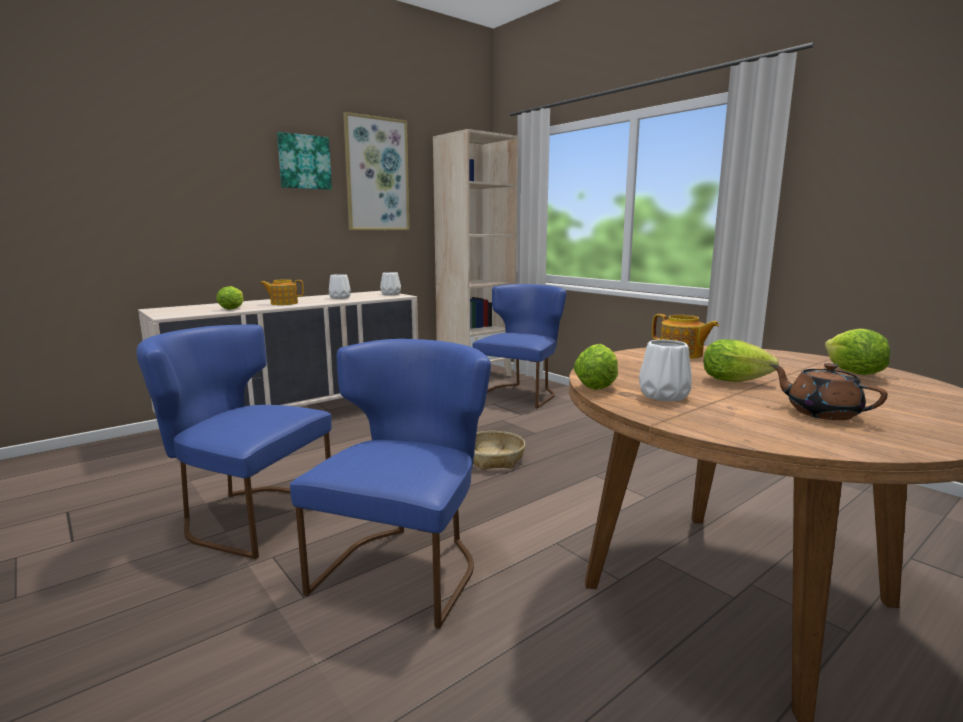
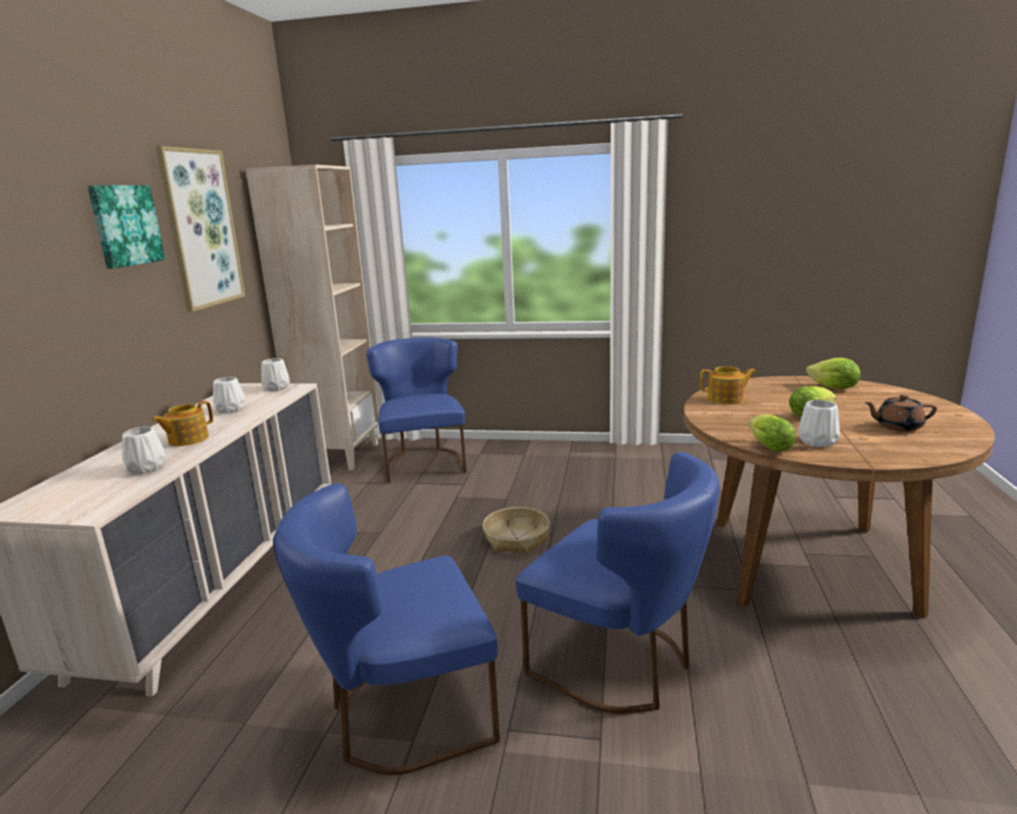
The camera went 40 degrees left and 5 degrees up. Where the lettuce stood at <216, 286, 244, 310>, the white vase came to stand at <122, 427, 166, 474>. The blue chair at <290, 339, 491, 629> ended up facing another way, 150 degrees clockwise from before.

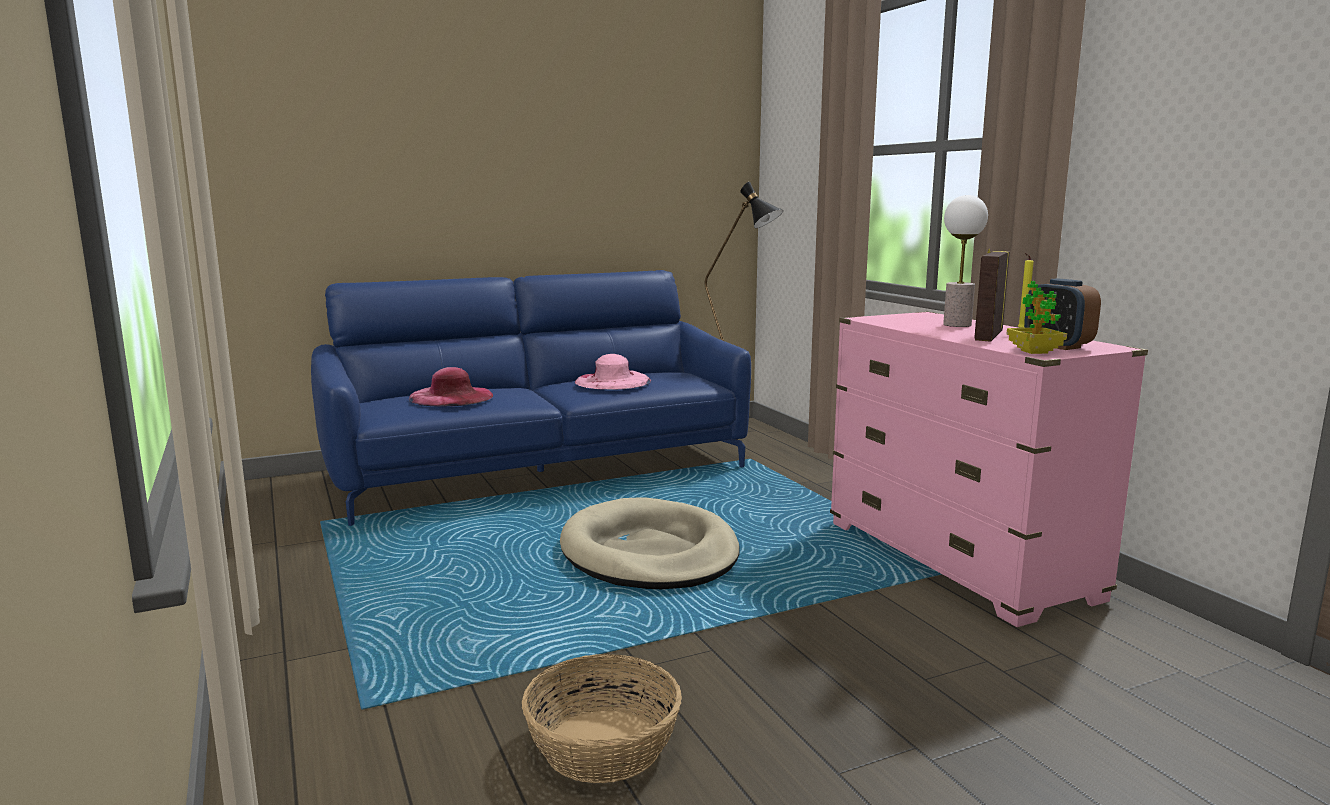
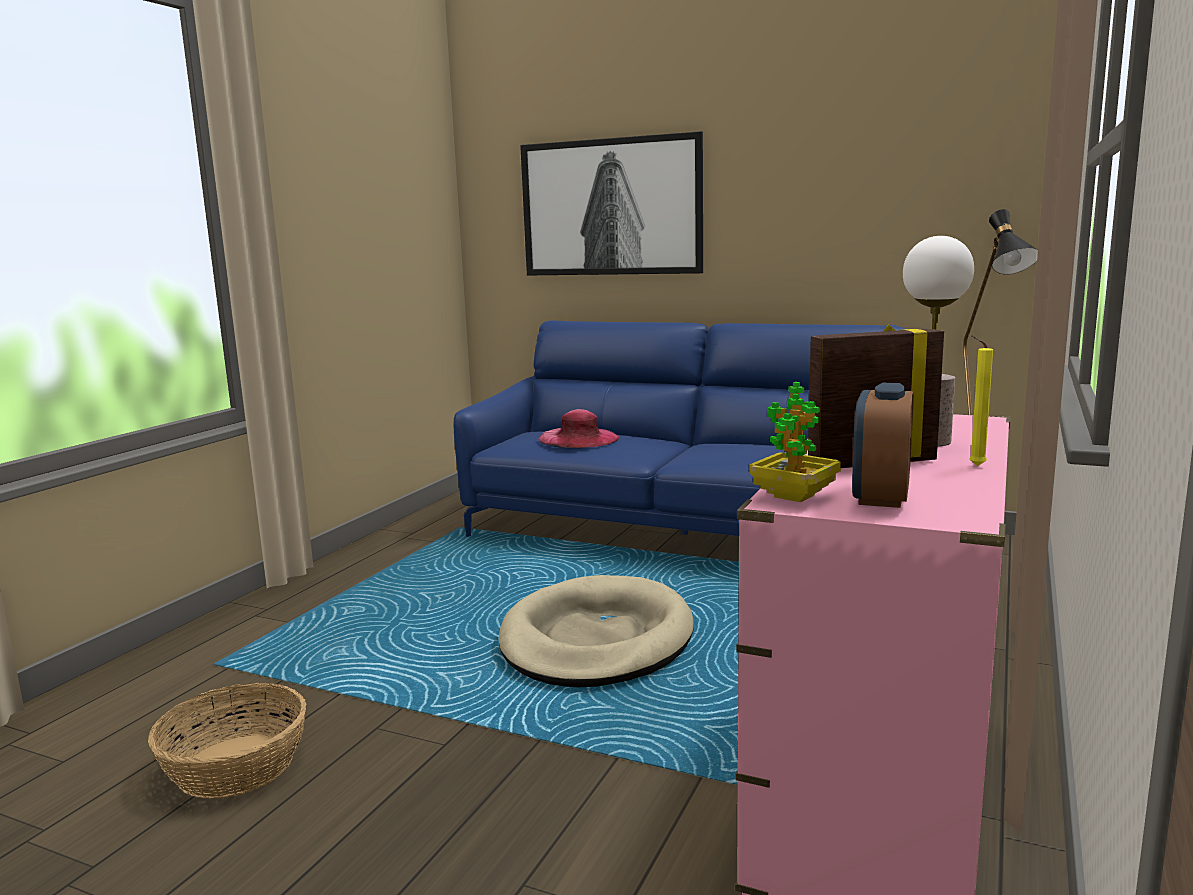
The camera went 50 degrees right and 0 degrees up. The second view gained the picture at <520, 131, 703, 275>. The second view lost the pink hat at <575, 354, 651, 390>.

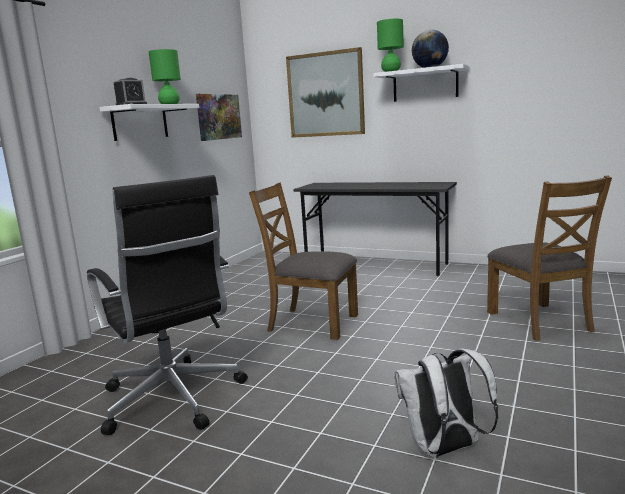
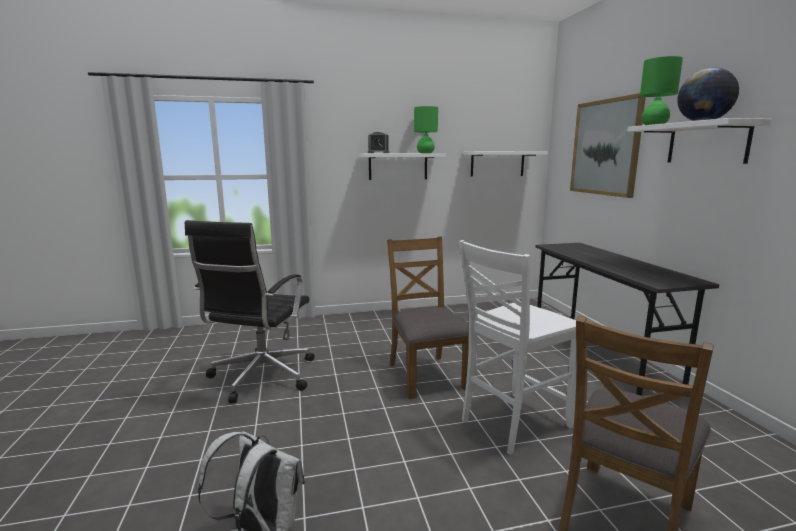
The camera went 50 degrees right and 0 degrees up. The second view gained the white chair at <459, 240, 576, 455>. Where the picture hung at <196, 94, 242, 141>, the white shelf came to hang at <463, 151, 548, 176>.

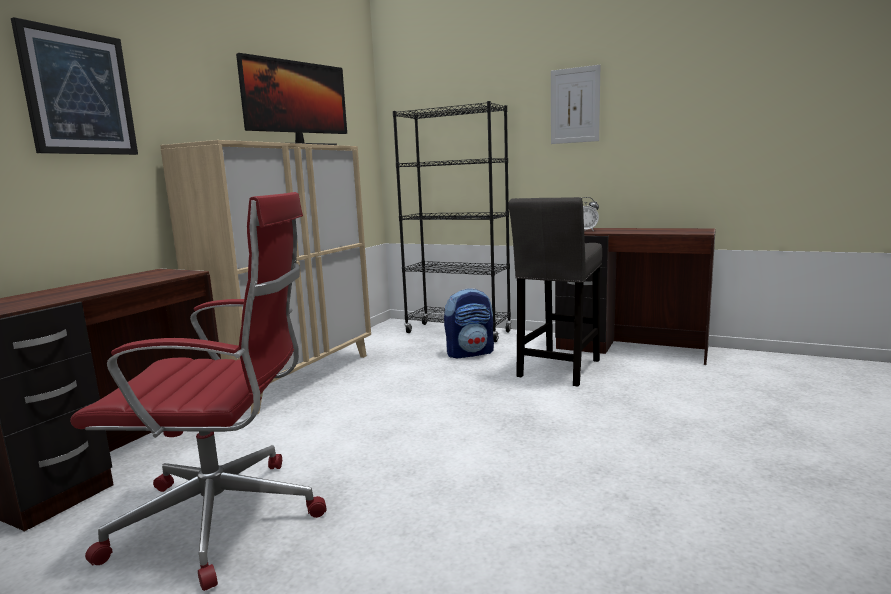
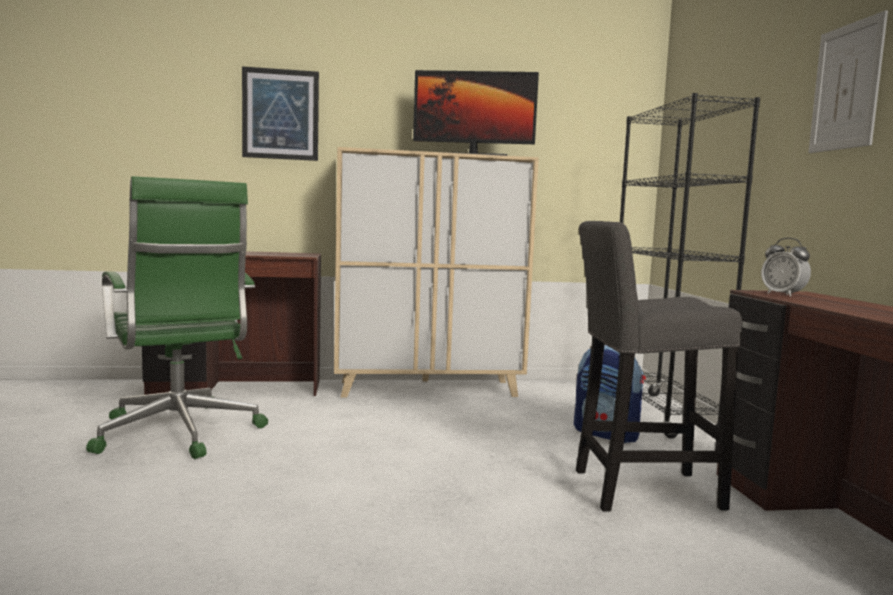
The camera went 55 degrees right and 5 degrees down. What was the red office chair at <70, 192, 327, 591> turned into the green office chair at <86, 176, 268, 459>.

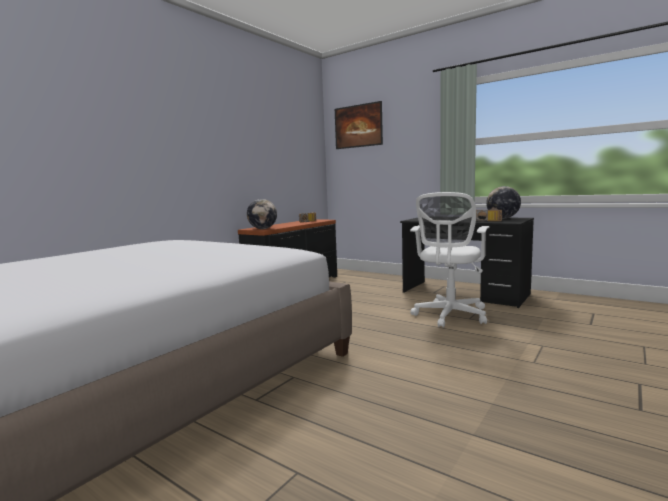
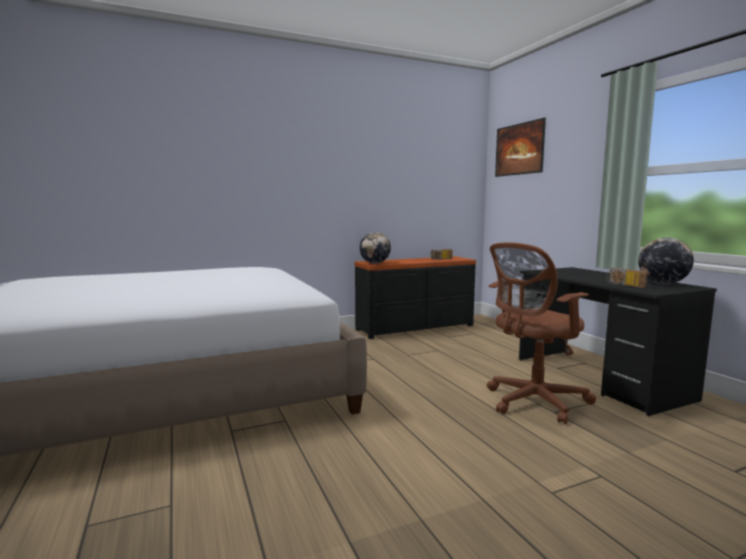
The camera went 30 degrees right and 0 degrees up. What was the white office chair at <410, 192, 489, 328> turned into the brown office chair at <487, 242, 596, 424>.

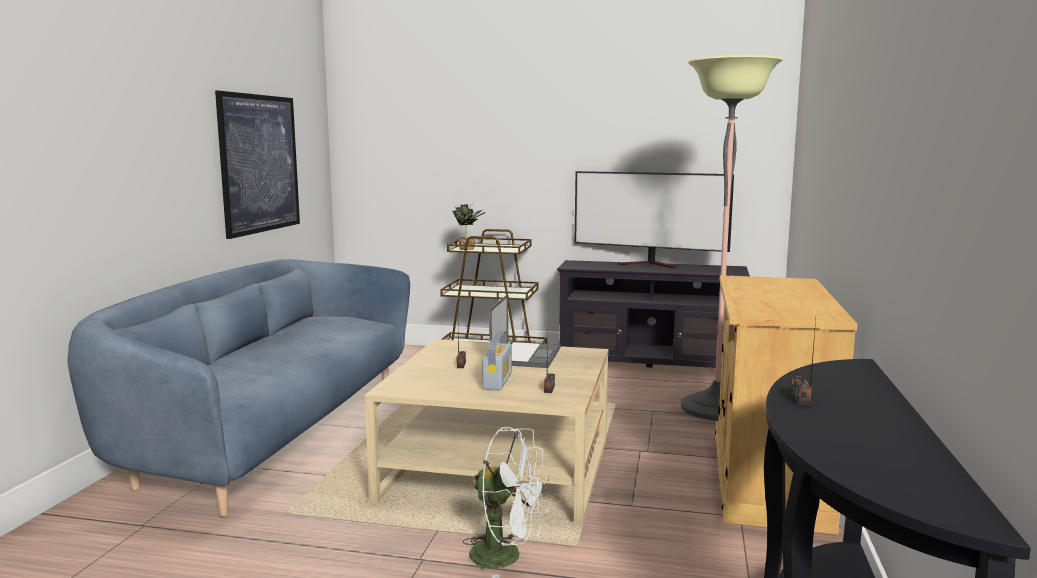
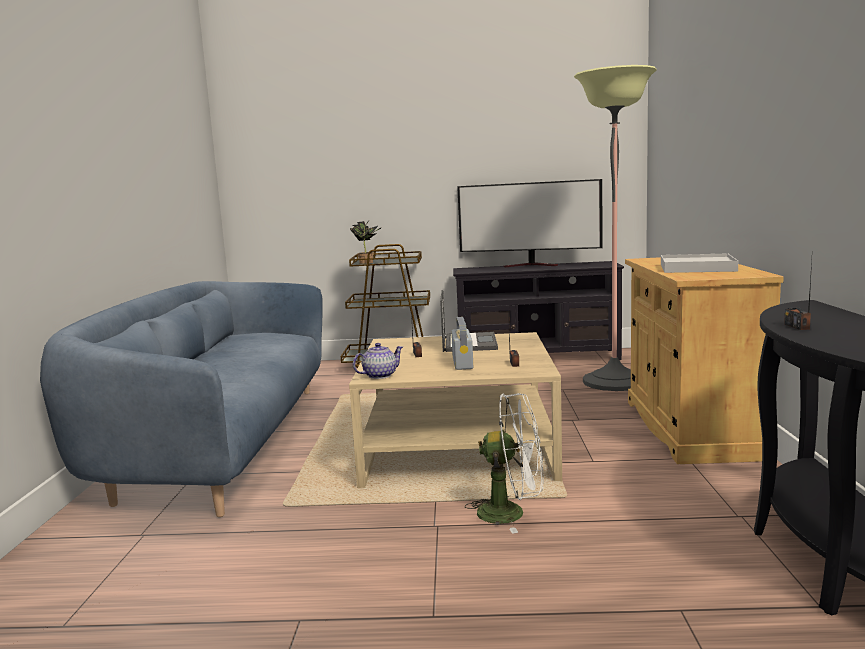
The camera went 10 degrees left and 0 degrees up. The second view gained the teapot at <353, 343, 403, 379>. The second view gained the white tray at <661, 253, 738, 273>. The second view lost the picture at <215, 91, 300, 239>.

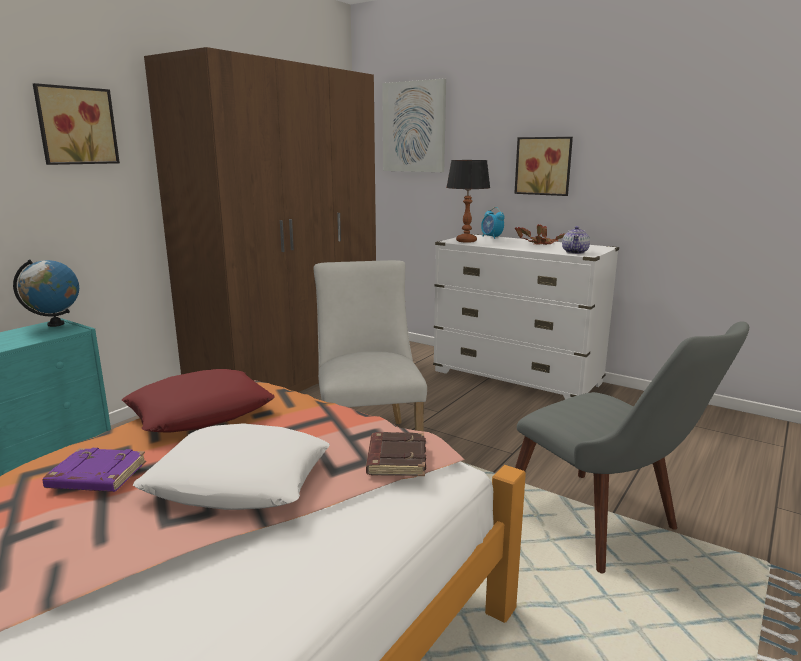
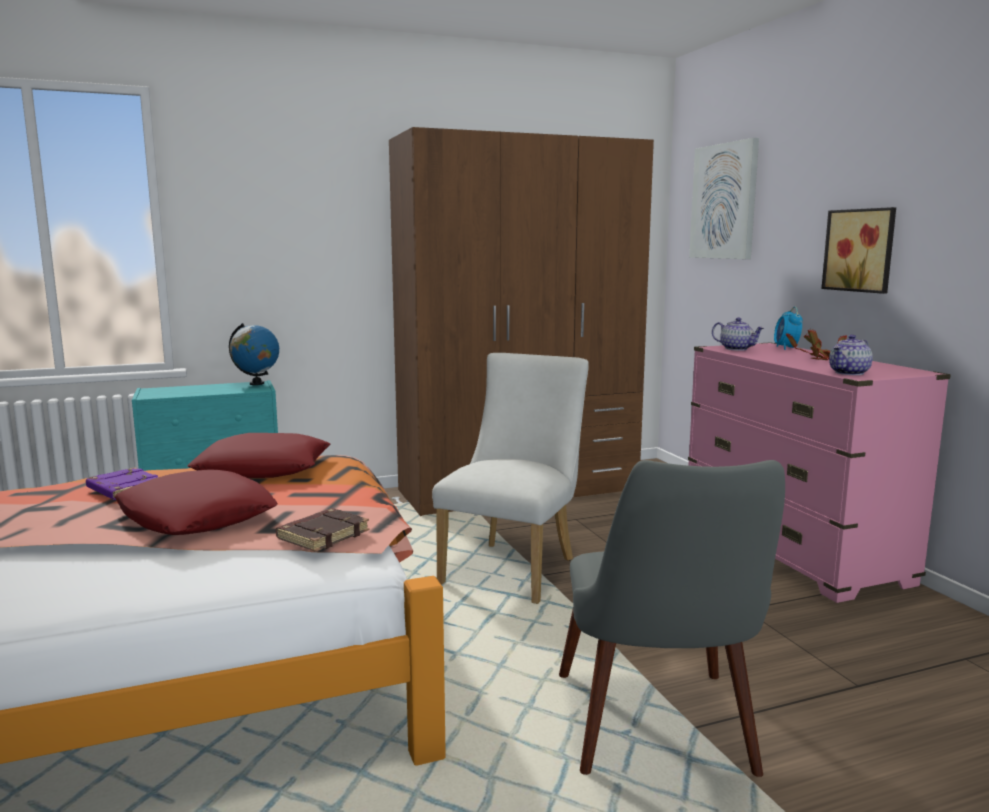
The camera went 35 degrees right and 5 degrees down. What was the white pillow at <133, 423, 330, 510> turned into the red pillow at <114, 469, 278, 535>. What was the white dresser at <433, 234, 619, 399> turned into the pink dresser at <688, 342, 951, 603>. Where the table lamp stood at <446, 160, 490, 243>, the teapot came to stand at <712, 318, 764, 351>. The second view lost the picture at <33, 83, 120, 165>.

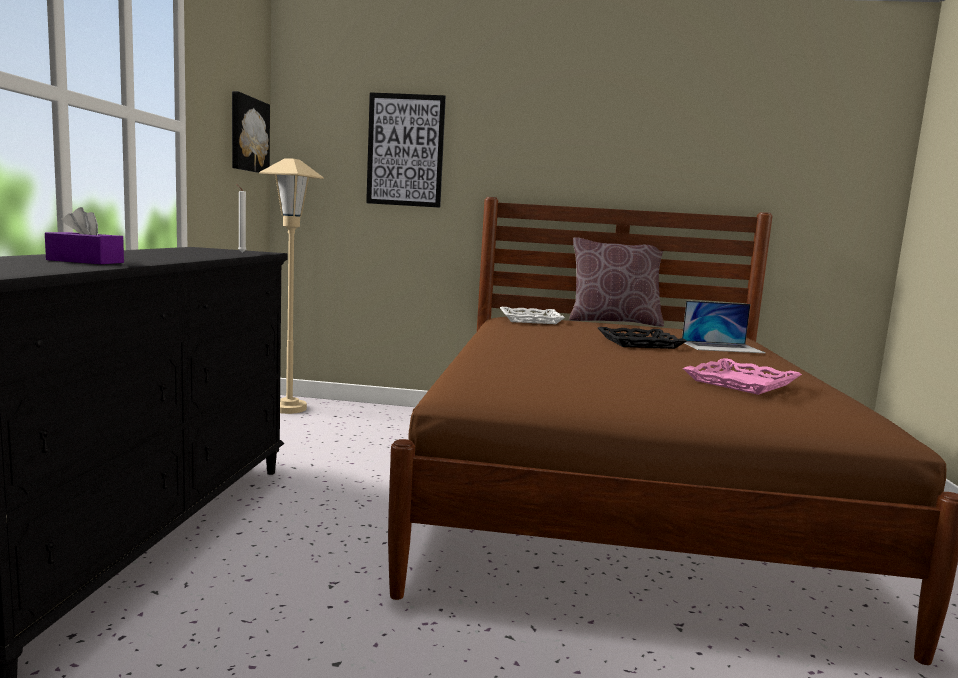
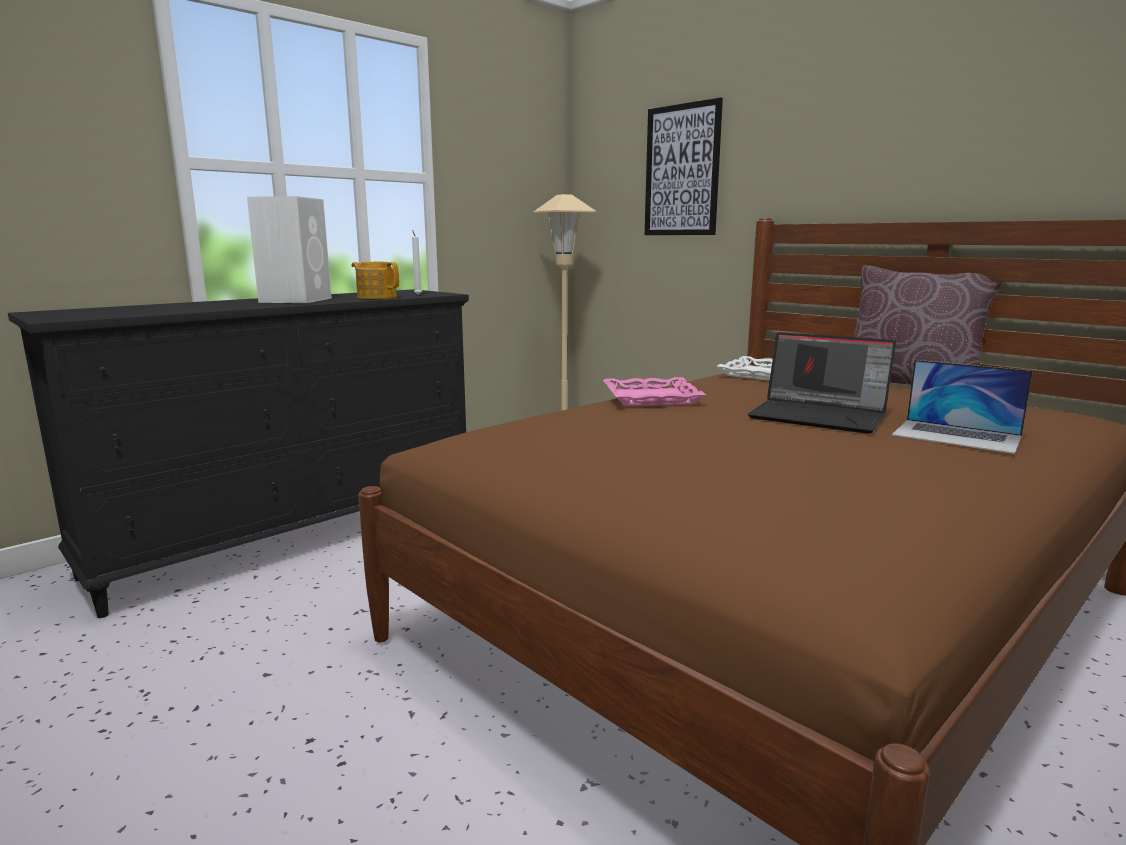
The camera went 40 degrees right and 5 degrees up. The second view gained the white speaker at <247, 196, 332, 303>. The second view gained the teapot at <351, 262, 399, 299>. The pink tray ended up elsewhere, having gone from <683, 358, 802, 395> to <603, 377, 706, 406>. Where the black tray stood at <598, 327, 687, 349>, the laptop came to stand at <747, 332, 896, 434>. The second view lost the purple tissue box at <45, 207, 124, 264>. The second view lost the picture at <232, 91, 270, 173>.

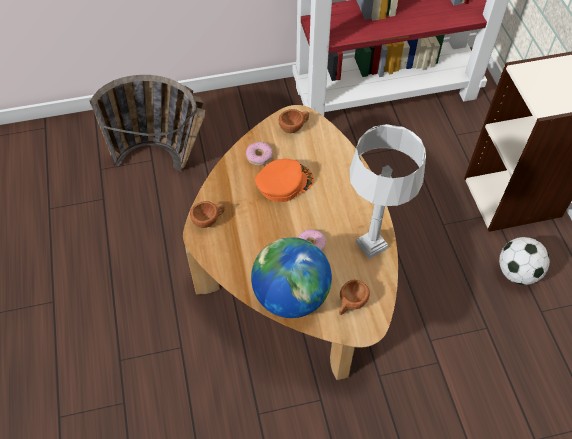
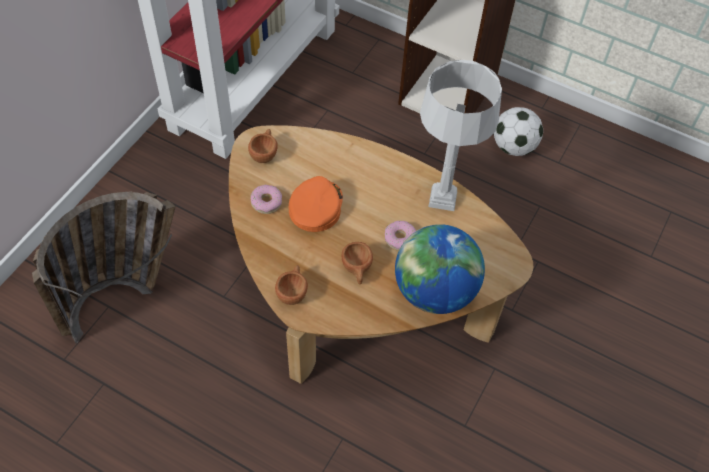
The camera went 50 degrees left and 0 degrees up. The brown cup ended up elsewhere, having gone from <339, 280, 370, 315> to <342, 242, 373, 284>.

